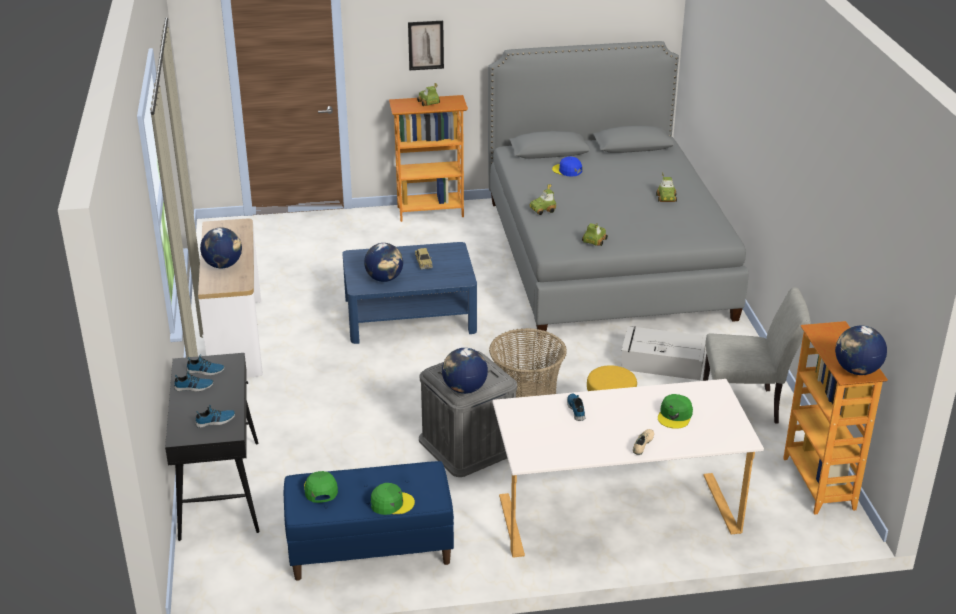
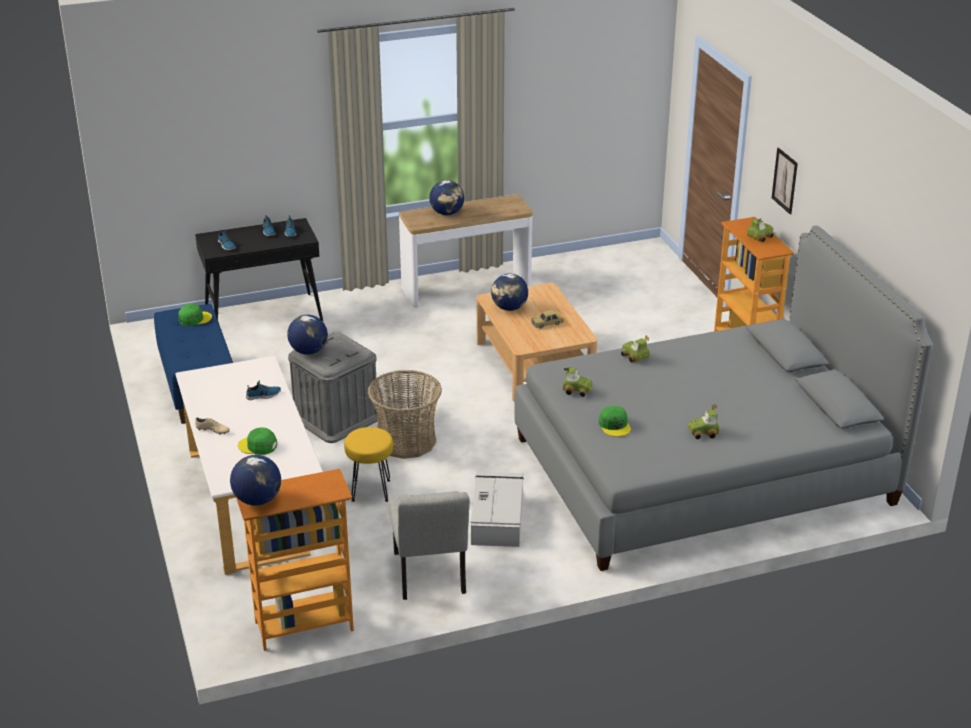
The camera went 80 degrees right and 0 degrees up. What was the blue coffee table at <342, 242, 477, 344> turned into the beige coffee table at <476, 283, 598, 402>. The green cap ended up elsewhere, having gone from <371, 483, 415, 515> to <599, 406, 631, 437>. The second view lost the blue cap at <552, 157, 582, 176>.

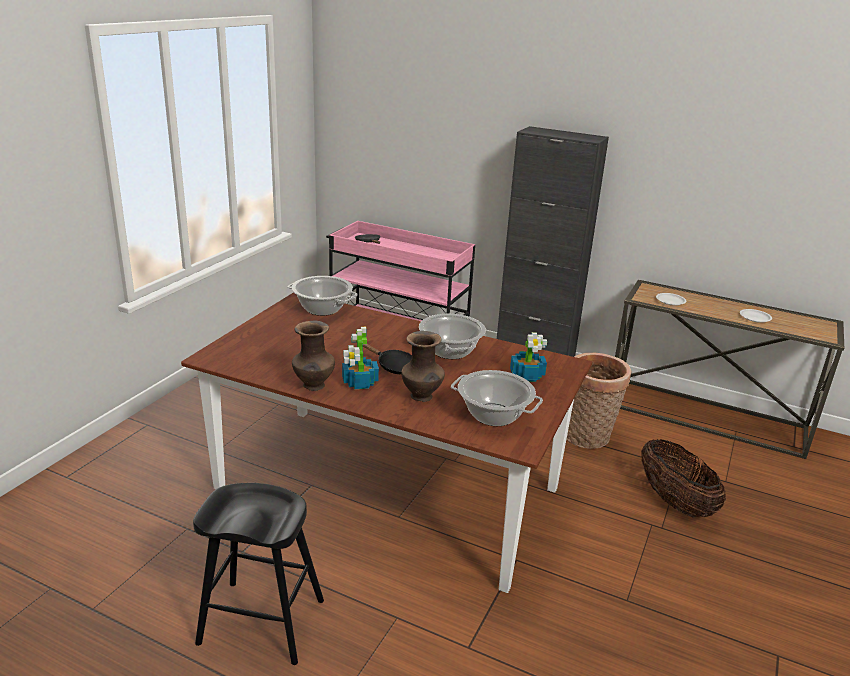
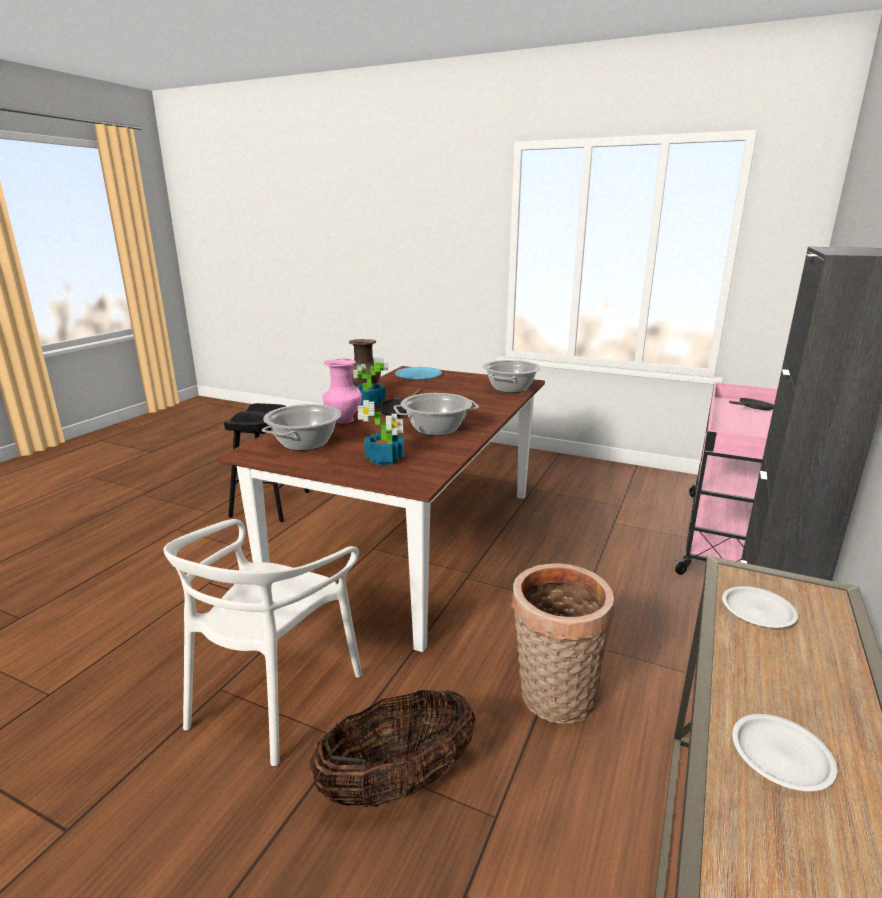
The camera went 90 degrees right and 5 degrees down. The second view gained the white chair at <163, 519, 362, 766>. What was the brown vase at <401, 331, 445, 402> turned into the pink vase at <322, 359, 362, 424>. The second view gained the blue plate at <395, 367, 442, 380>.

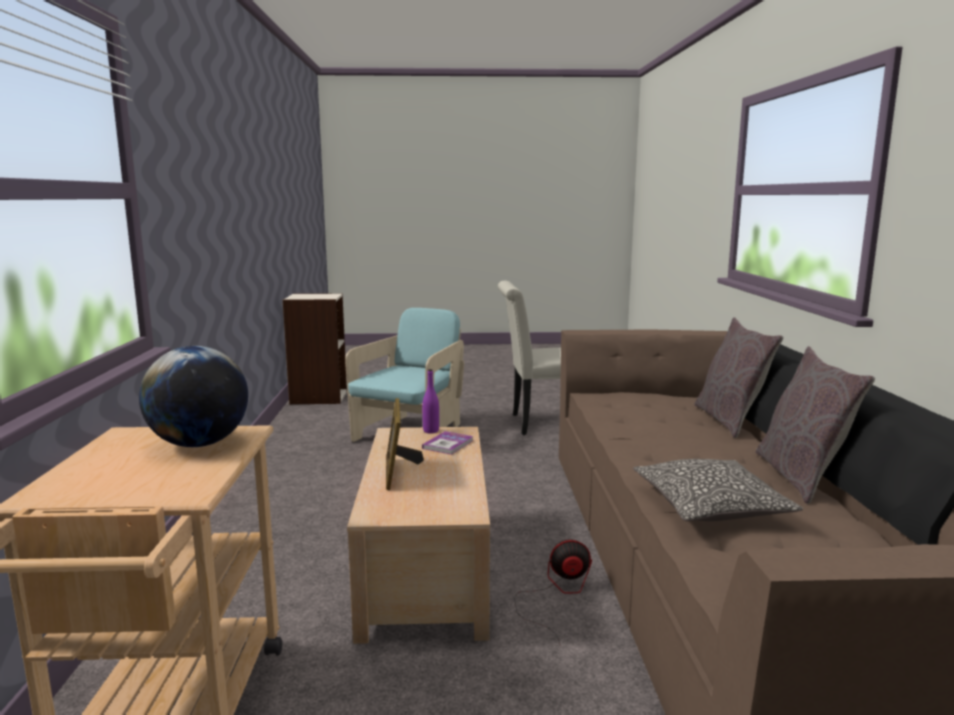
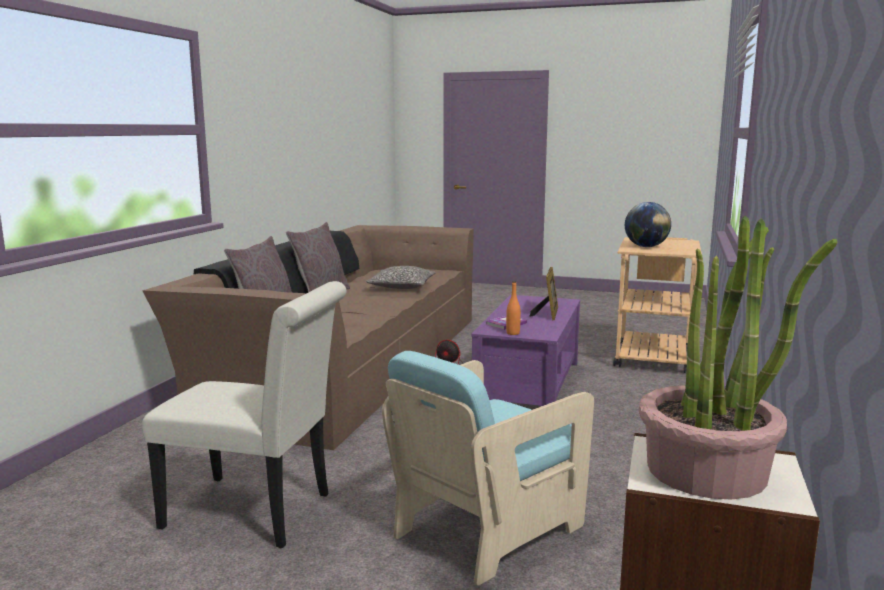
The camera went 160 degrees left and 0 degrees up. What was the beige coffee table at <347, 427, 490, 644> turned into the purple coffee table at <472, 295, 580, 406>. What was the purple bottle at <422, 369, 439, 433> turned into the orange bottle at <506, 281, 521, 335>. The second view gained the potted plant at <639, 216, 837, 500>.

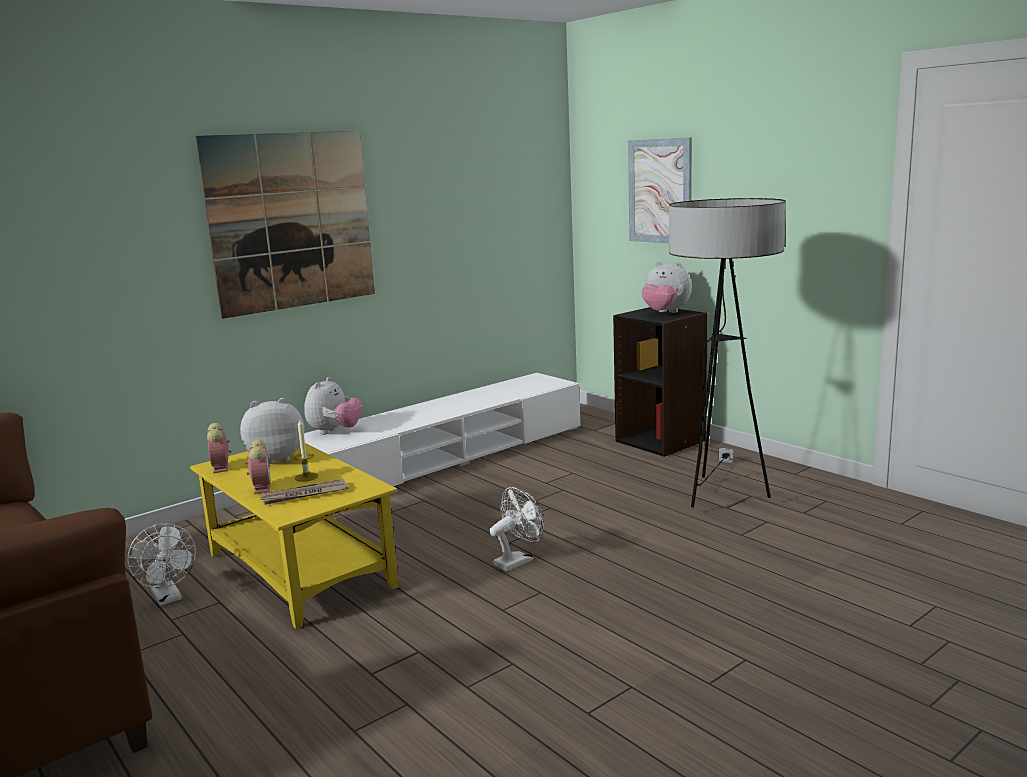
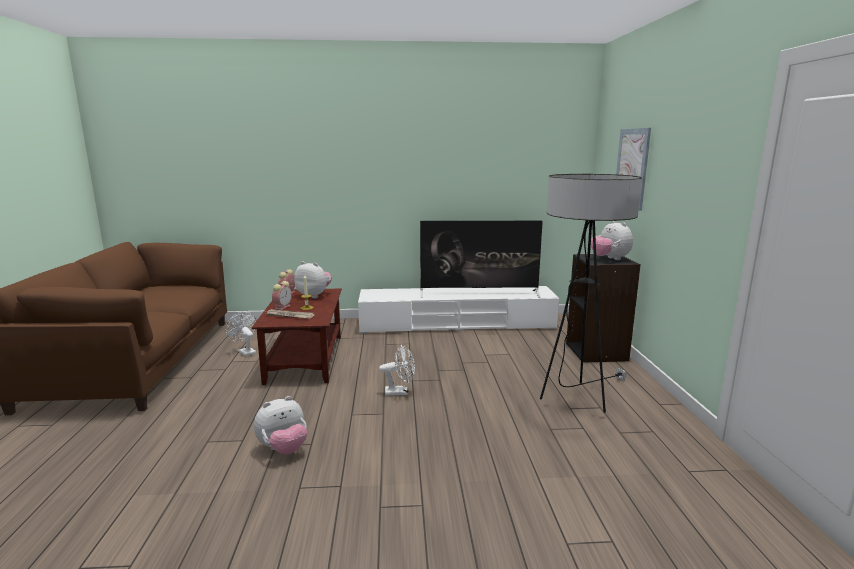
The camera went 35 degrees right and 0 degrees up. The white fan at <127, 523, 196, 606> ended up facing another way, 135 degrees clockwise from before. What was the yellow coffee table at <190, 443, 399, 629> turned into the brown coffee table at <252, 289, 342, 385>. The plush toy ended up elsewhere, having gone from <304, 377, 362, 435> to <254, 396, 307, 454>. The second view gained the television at <420, 221, 543, 298>. The second view lost the picture at <195, 131, 375, 319>.

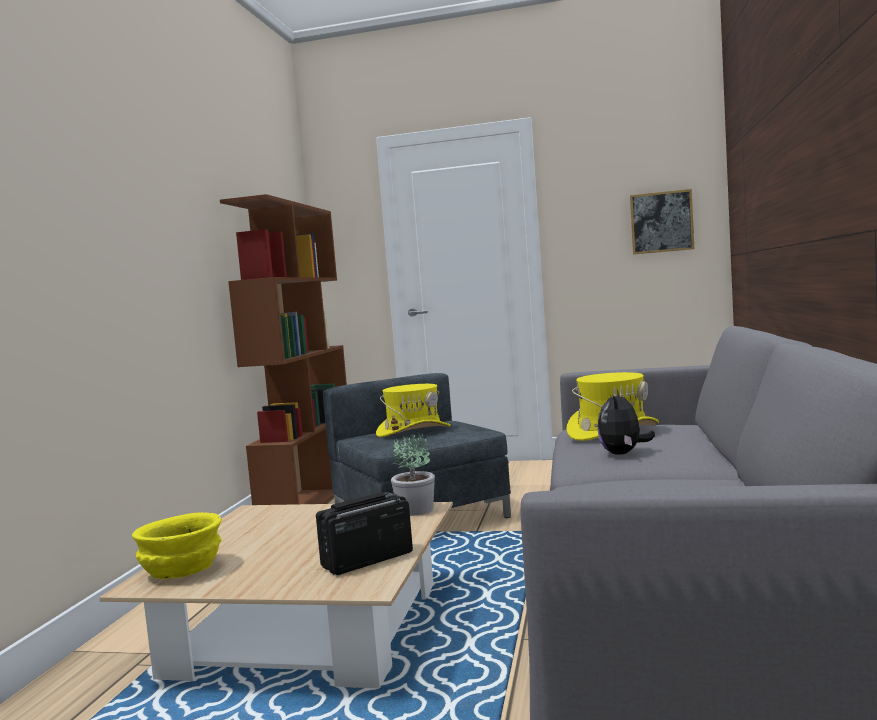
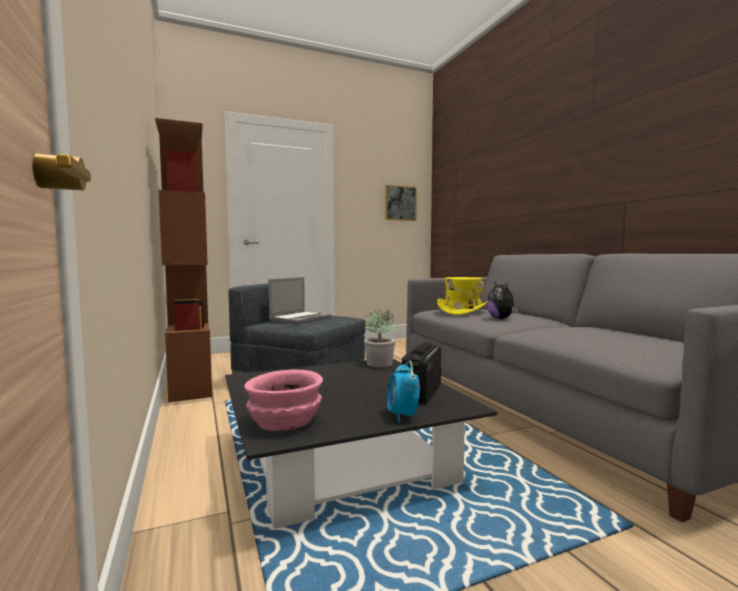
The camera went 35 degrees left and 0 degrees up. What was the beige coffee table at <99, 502, 453, 688> turned into the black coffee table at <225, 359, 497, 529>. What was the yellow bowl at <132, 512, 222, 579> turned into the pink bowl at <244, 370, 323, 431>. Where the yellow hat stood at <376, 384, 451, 437>, the laptop came to stand at <268, 277, 332, 324>. The second view gained the alarm clock at <387, 360, 420, 423>.

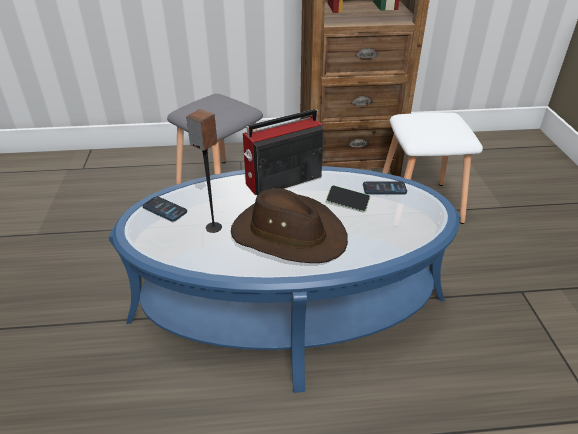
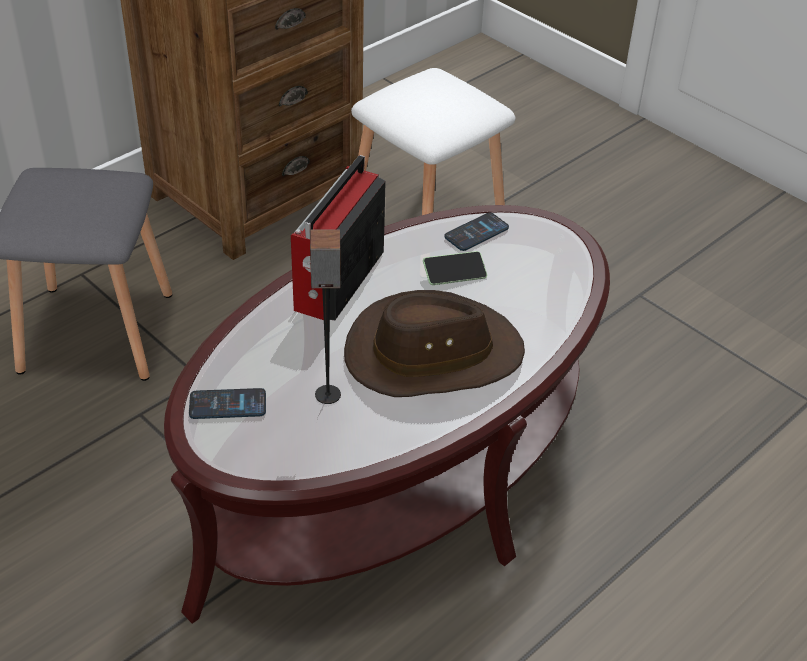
The camera went 40 degrees left and 5 degrees up. What was the blue coffee table at <109, 166, 461, 393> turned into the brown coffee table at <164, 205, 610, 624>.

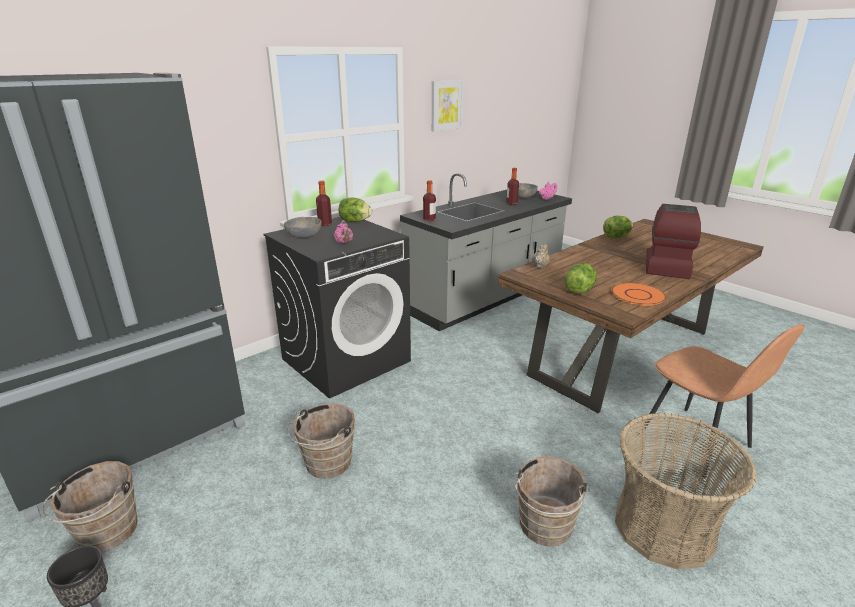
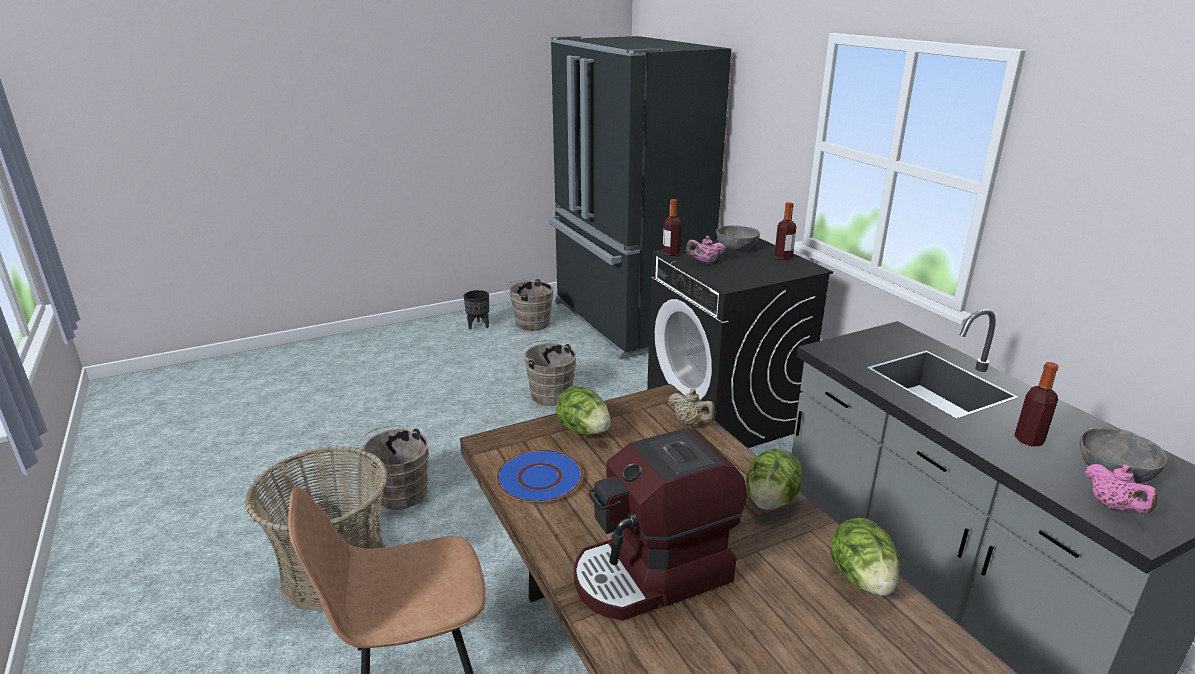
The camera went 105 degrees right and 0 degrees up. What was the orange plate at <612, 283, 666, 306> turned into the blue plate at <496, 450, 583, 503>. The coffee machine at <646, 204, 701, 279> ended up facing another way, 120 degrees clockwise from before. The bottle ended up elsewhere, having gone from <423, 180, 436, 221> to <663, 199, 682, 256>. The lettuce ended up elsewhere, having gone from <339, 198, 372, 222> to <746, 449, 802, 510>. The second view lost the picture at <432, 80, 464, 131>.

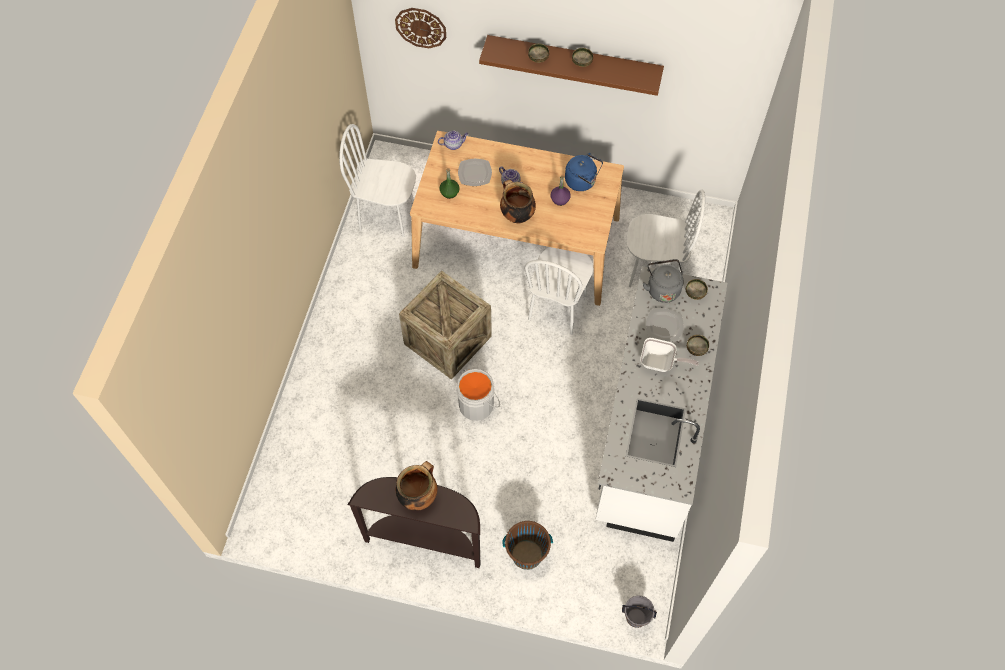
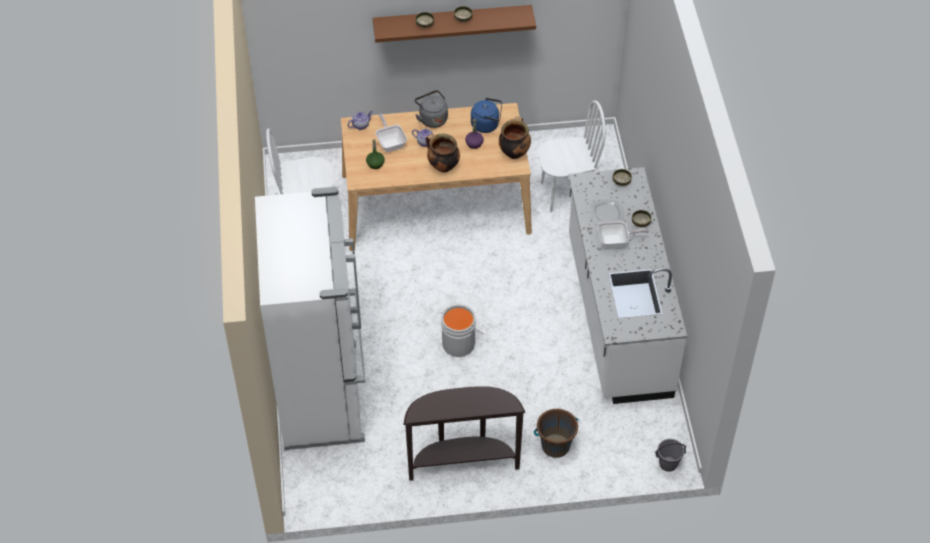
The camera went 20 degrees left and 10 degrees down. The second view gained the white fridge at <255, 187, 365, 450>. Where the plate stood at <458, 159, 492, 186>, the frying pan came to stand at <375, 114, 407, 152>. The grey kettle ended up elsewhere, having gone from <643, 259, 684, 303> to <415, 90, 448, 128>. The cooking pot ended up elsewhere, having gone from <396, 461, 438, 511> to <499, 116, 531, 159>. The second view lost the wall clock at <395, 8, 446, 48>. The second view lost the crate at <399, 271, 492, 380>. The second view lost the white chair at <525, 247, 593, 335>.

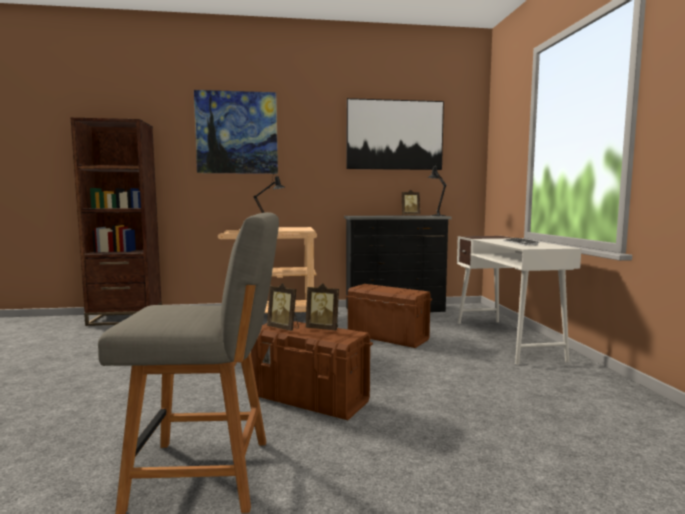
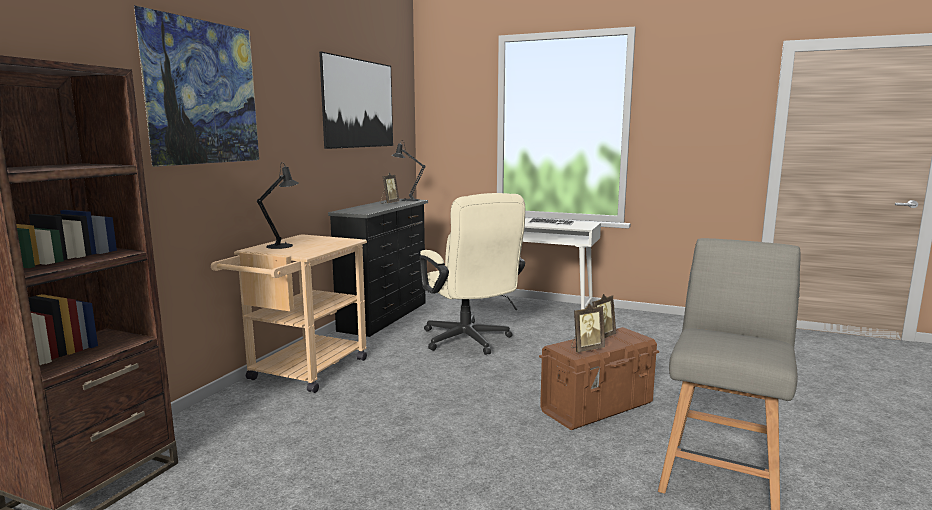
The camera went 60 degrees left and 5 degrees up. Where the brown storage box stood at <346, 284, 432, 348>, the beige office chair came to stand at <420, 193, 525, 355>.

